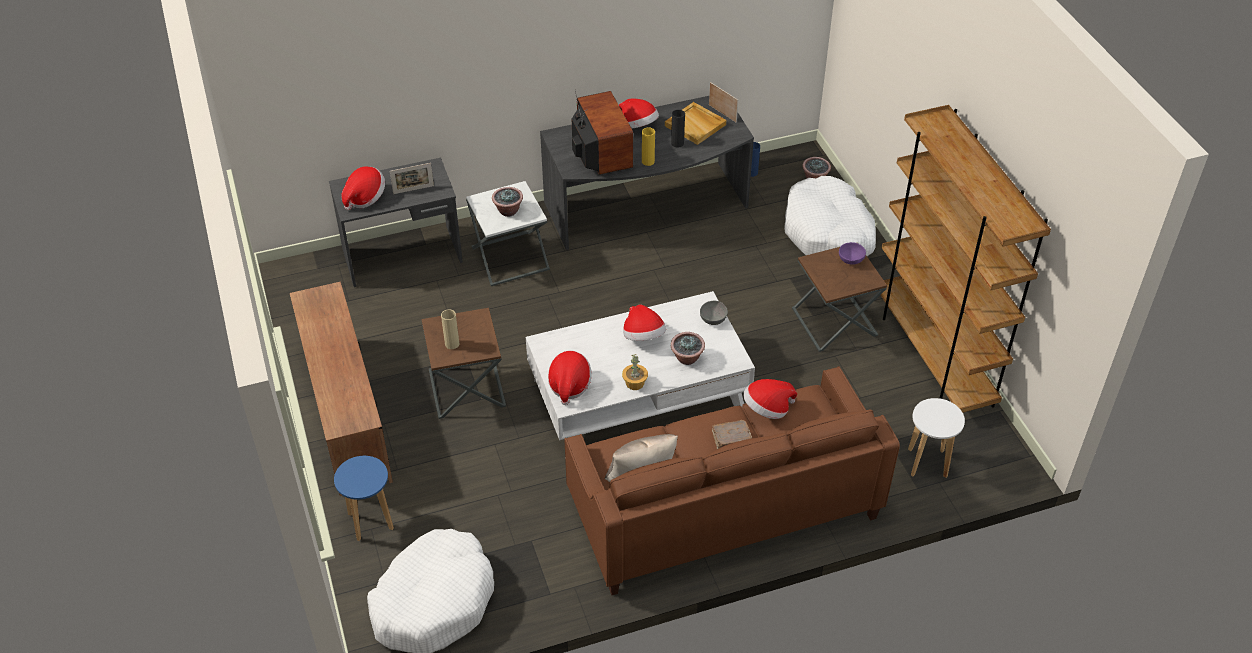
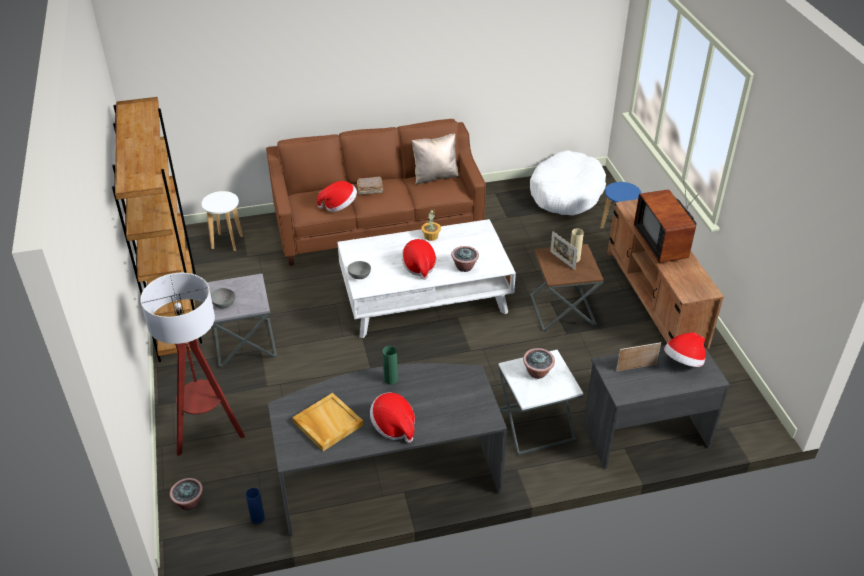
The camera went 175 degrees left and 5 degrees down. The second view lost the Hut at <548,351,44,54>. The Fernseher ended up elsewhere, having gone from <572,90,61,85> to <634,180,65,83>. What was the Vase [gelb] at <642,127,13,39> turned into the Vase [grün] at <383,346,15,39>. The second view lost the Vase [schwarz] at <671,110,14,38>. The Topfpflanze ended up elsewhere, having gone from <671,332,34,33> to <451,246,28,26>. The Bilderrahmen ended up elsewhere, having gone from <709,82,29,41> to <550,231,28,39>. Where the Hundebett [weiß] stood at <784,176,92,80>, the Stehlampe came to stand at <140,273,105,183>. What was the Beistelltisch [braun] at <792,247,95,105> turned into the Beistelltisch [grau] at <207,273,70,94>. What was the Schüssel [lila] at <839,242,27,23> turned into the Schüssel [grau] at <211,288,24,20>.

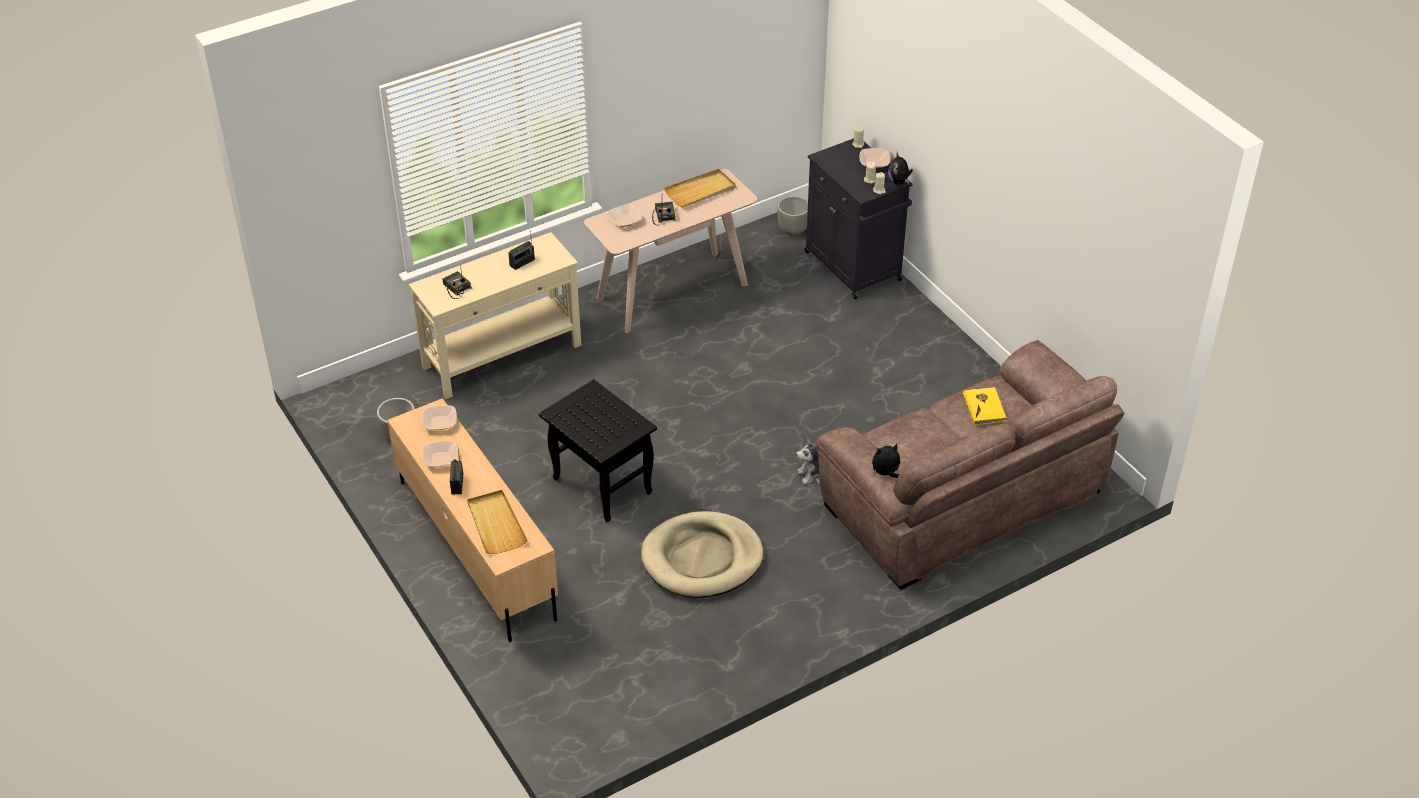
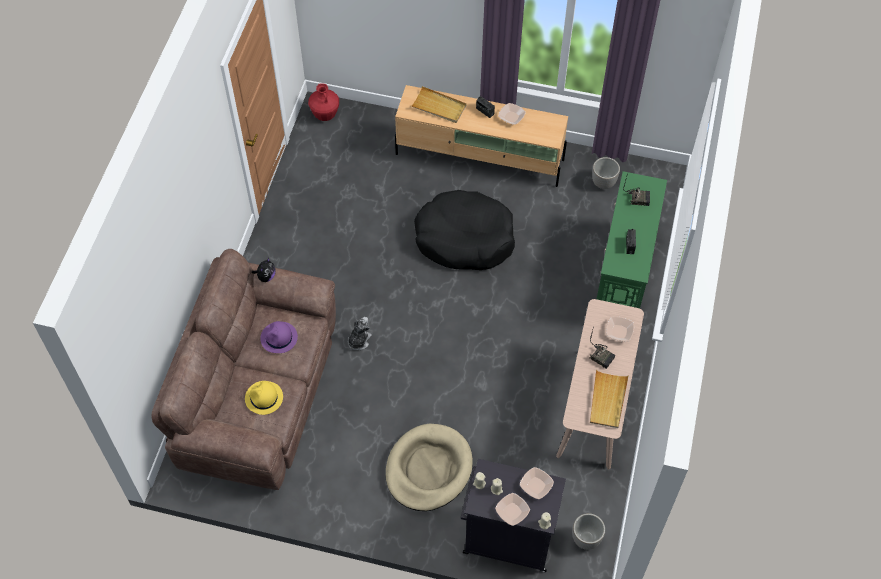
The camera went 135 degrees right and 15 degrees up. What was the Konsolentisch [beige] at <409,232,172,167> turned into the Konsolentisch [grün] at <597,171,70,137>. The Schüssel ended up elsewhere, having gone from <422,405,35,25> to <520,467,34,32>. Where the Beistelltisch [schwarz] stood at <539,379,118,143>, the Hundebett [schwarz] came to stand at <414,190,101,80>. The Hundebett [beige] ended up elsewhere, having gone from <641,511,123,87> to <386,423,87,88>. The second view lost the Plüschtier at <888,151,25,34>. Where the Buch [gelb] stood at <963,387,44,38>, the Hut [gelb] came to stand at <245,381,38,34>. The second view gained the Hut [lila] at <260,321,38,32>. The second view gained the Vase [rot] at <308,83,31,38>.

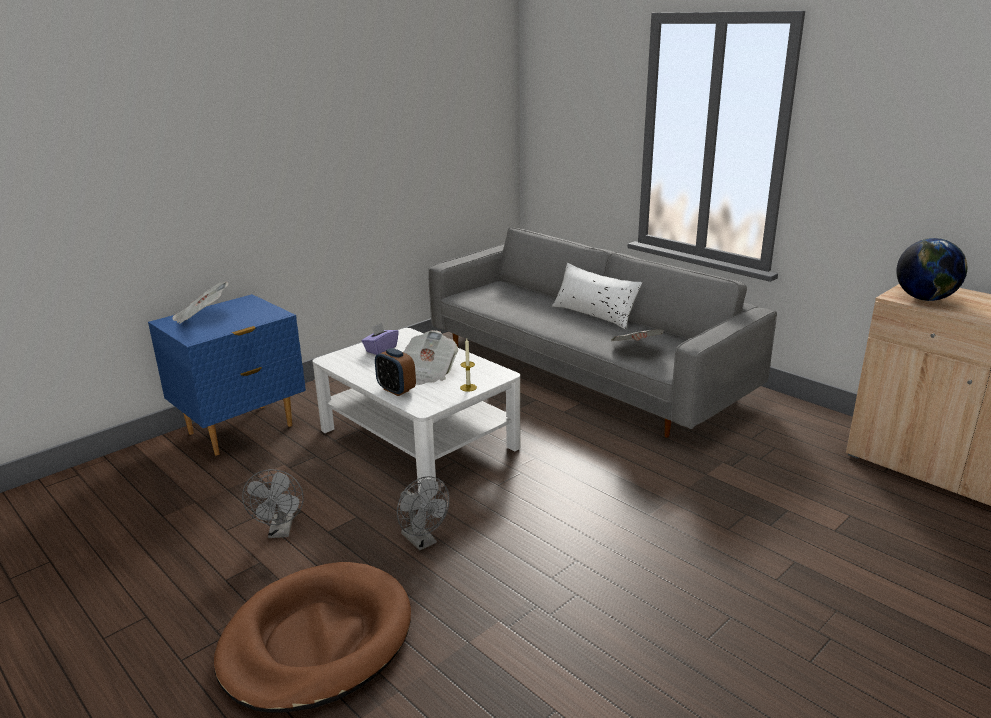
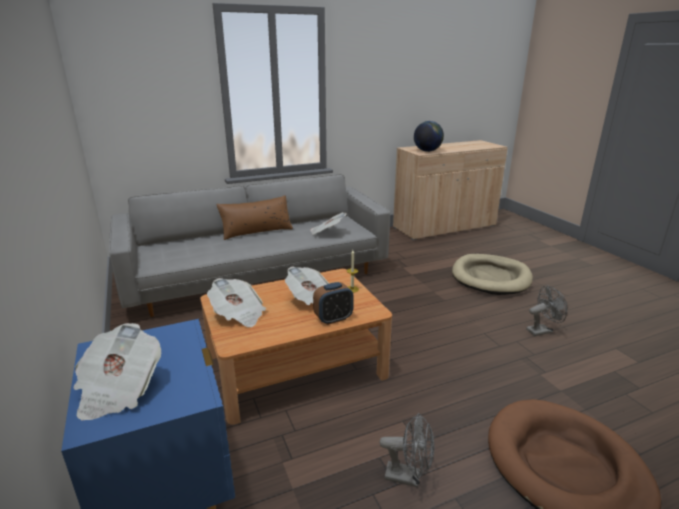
The camera went 70 degrees left and 0 degrees up. What was the Couchtisch [weiß] at <312,328,208,165> turned into the Couchtisch [braun] at <200,269,192,156>. Where the Taschentuchbox [lila] stood at <362,323,37,32>, the Zeitung came to stand at <207,278,59,49>. The Ventilator [grau] ended up elsewhere, having gone from <397,476,52,75> to <526,286,41,50>. What was the Kissen [weiß] at <552,263,90,67> turned into the Kissen [braun] at <216,195,77,45>. The second view gained the Hundebett [beige] at <452,254,81,41>.

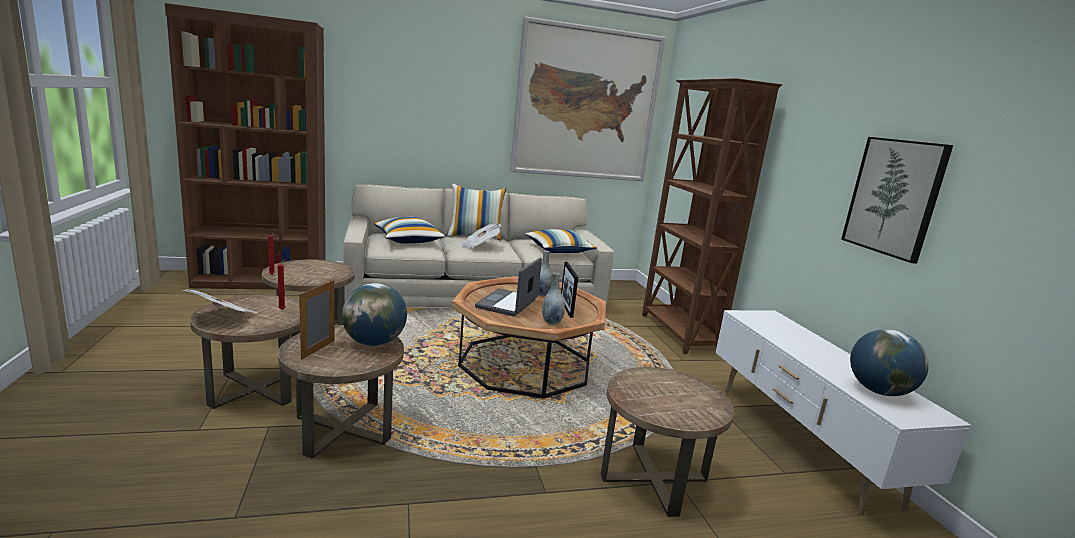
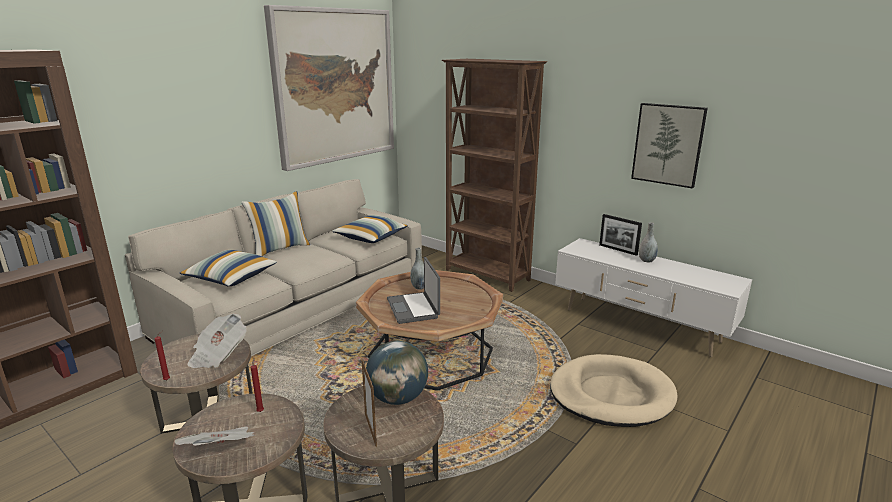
The camera went 35 degrees left and 5 degrees up. The Zeitung ended up elsewhere, having gone from <459,224,42,24> to <187,314,60,54>. The Vase [grau] ended up elsewhere, having gone from <542,273,23,51> to <639,222,19,41>. The Bilderrahmen ended up elsewhere, having gone from <561,262,17,56> to <599,214,43,42>. Where the Beistelltisch [braun] stood at <601,367,133,150>, the Hundebett [beige] came to stand at <550,354,127,73>. The second view lost the Globus at <850,329,79,67>.

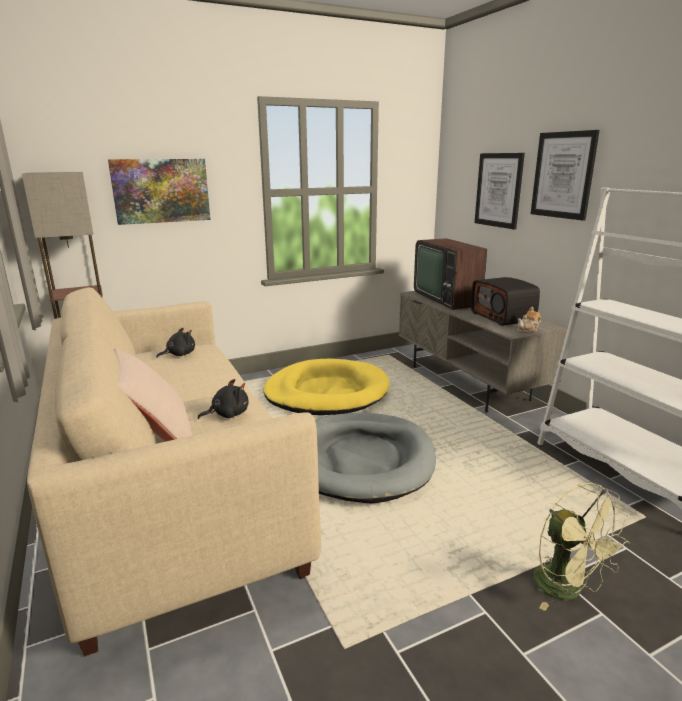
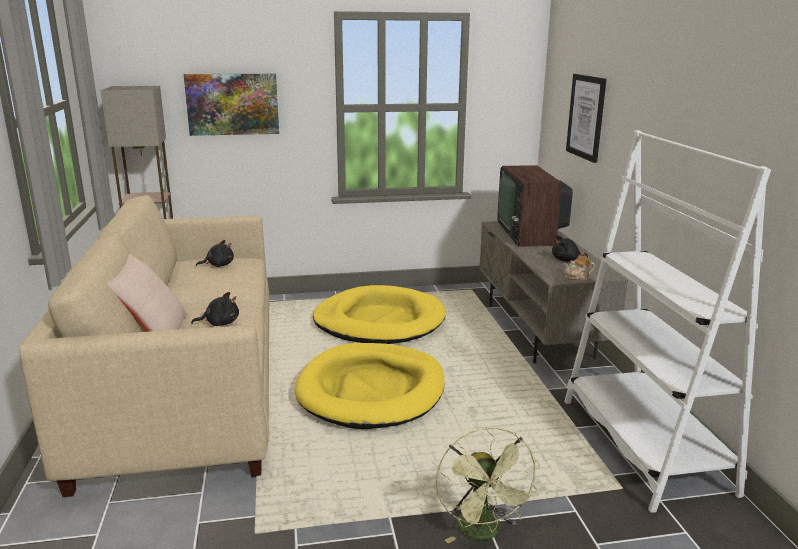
The camera went 15 degrees right and 0 degrees up. What was the Hundebett [grau] at <315,413,121,90> turned into the Hundebett [gelb] at <295,343,150,86>. Where the Radio stood at <471,277,69,49>, the Plüschtier [schwarz] came to stand at <552,235,36,26>. The second view lost the Bild at <531,130,69,91>.

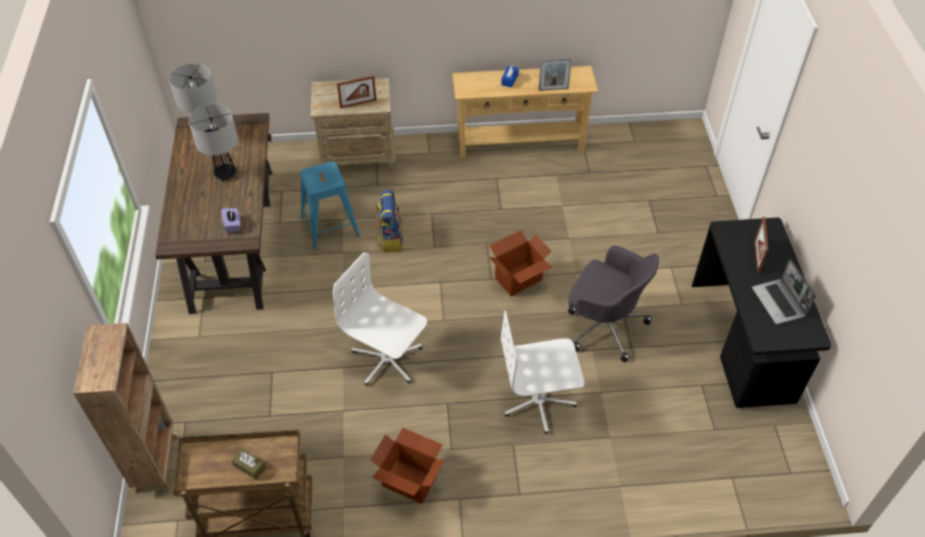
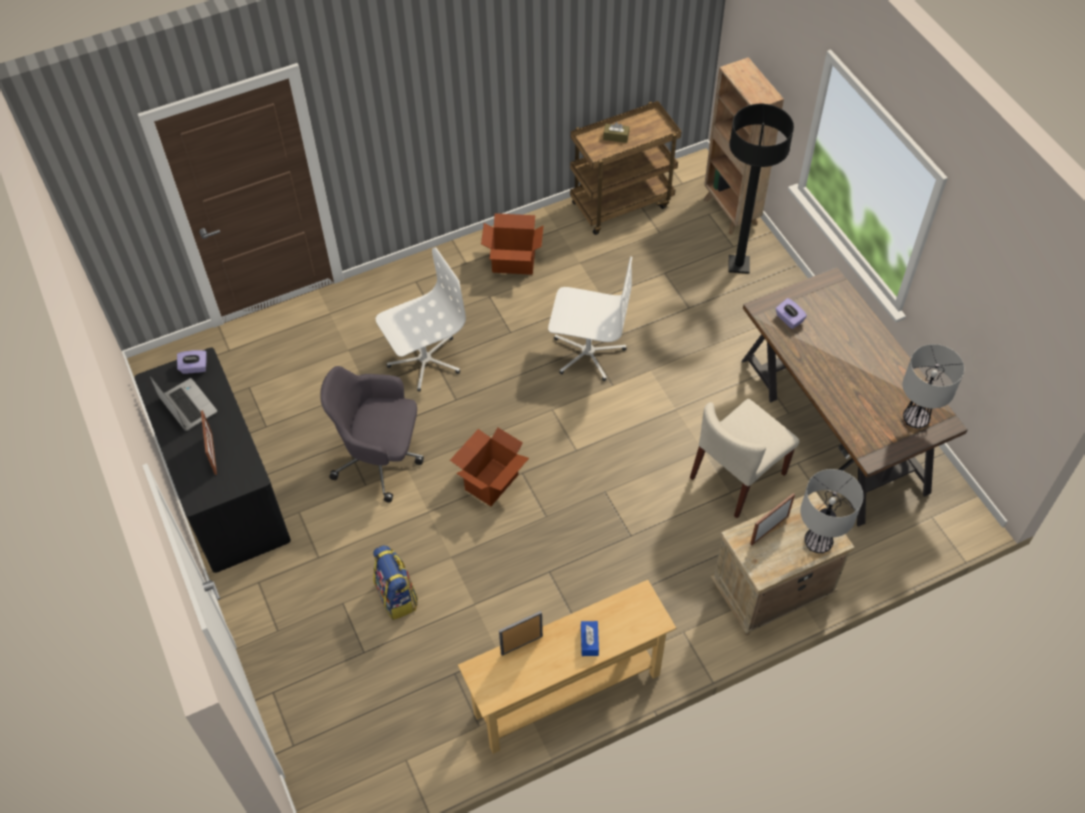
The camera went 160 degrees right and 5 degrees up. The Tischlampe ended up elsewhere, having gone from <189,104,49,77> to <800,469,63,84>. Where the Hocker [blau] stood at <300,162,60,88>, the Stuhl [beige] came to stand at <690,399,110,119>. The Rucksack ended up elsewhere, having gone from <376,190,27,62> to <373,545,45,75>. The second view gained the Taschentuchbox [lila] at <177,350,30,24>. The second view gained the Stehlampe [schwarz] at <728,104,66,170>.

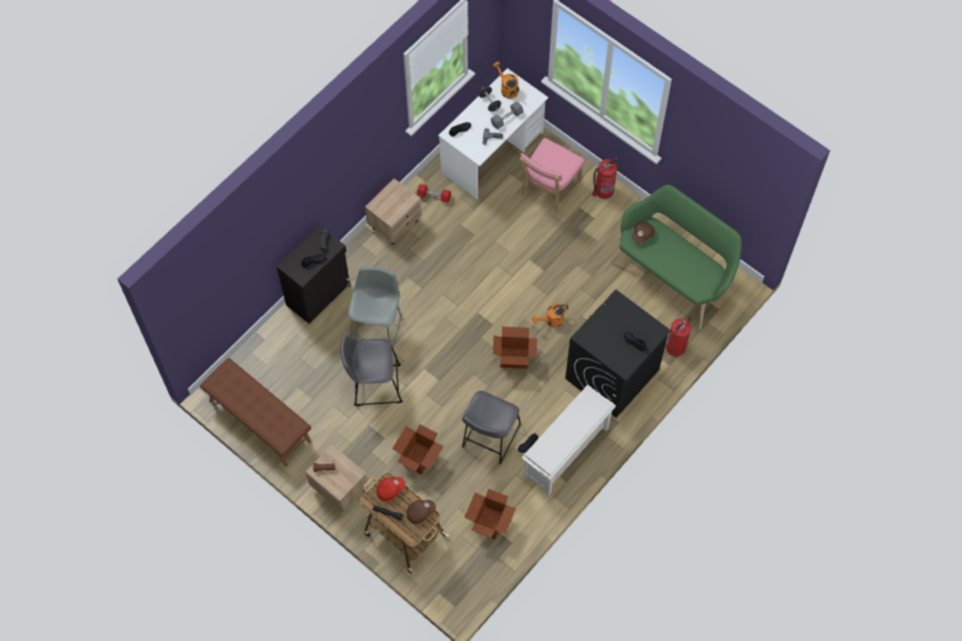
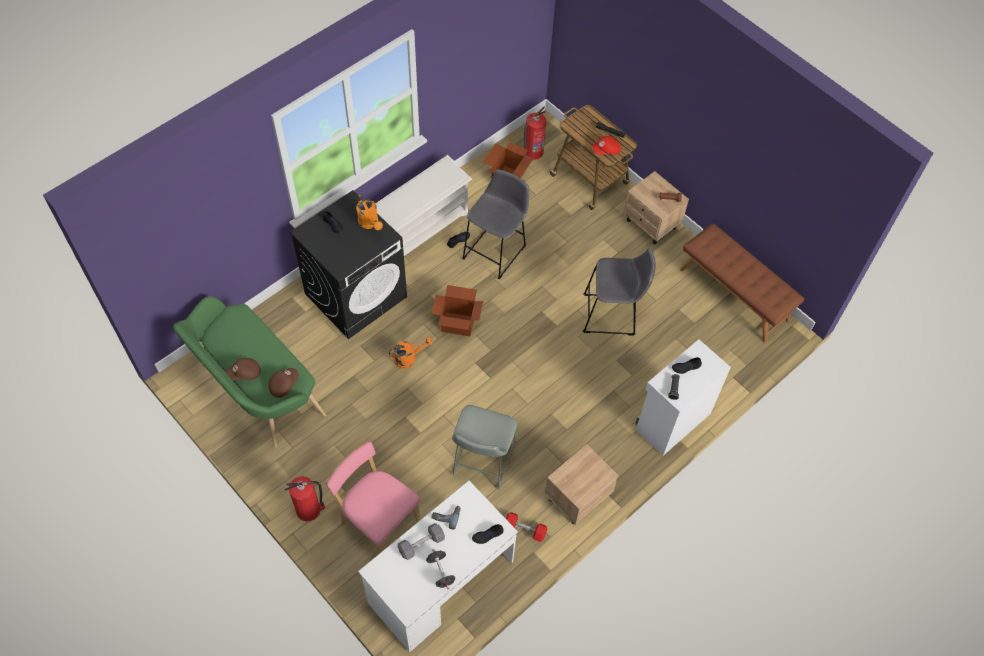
The camera went 175 degrees left and 5 degrees down. What was the Schrank [schwarz] at <276,225,75,99> turned into the Schrank [weiß] at <635,339,96,117>. The Hocker [grau] ended up elsewhere, having gone from <348,267,54,88> to <452,405,65,84>. The second view lost the Karton at <392,424,52,51>. The Kappe [braun] ended up elsewhere, having gone from <407,500,29,24> to <226,358,35,22>. The Gießkanne [orange] ended up elsewhere, having gone from <493,62,26,37> to <356,194,27,36>. The Stuhl [rosa] at <520,138,65,75> ended up facing another way, 90 degrees counterclockwise from before. The Feuerlöscher ended up elsewhere, having gone from <666,316,25,41> to <524,106,22,54>.

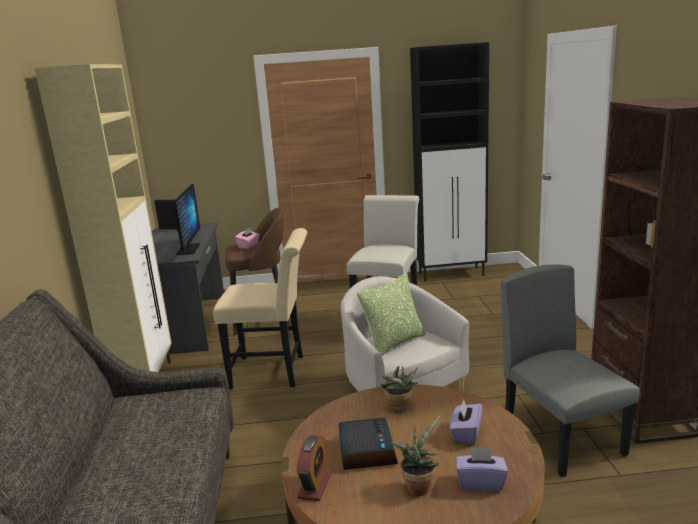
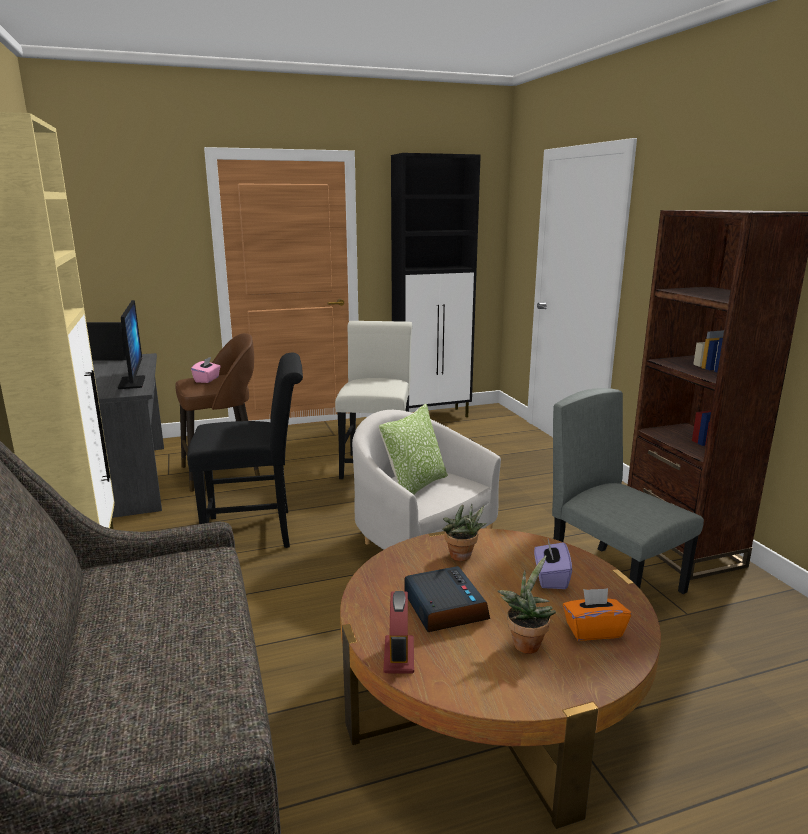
The camera went 15 degrees left and 0 degrees up. What was the Stuhl [beige] at <213,228,94,161> turned into the Stuhl [schwarz] at <187,353,116,195>. What was the Taschentuchbox [lila] at <456,447,52,44> turned into the Taschentuchbox [orange] at <563,588,68,53>.

